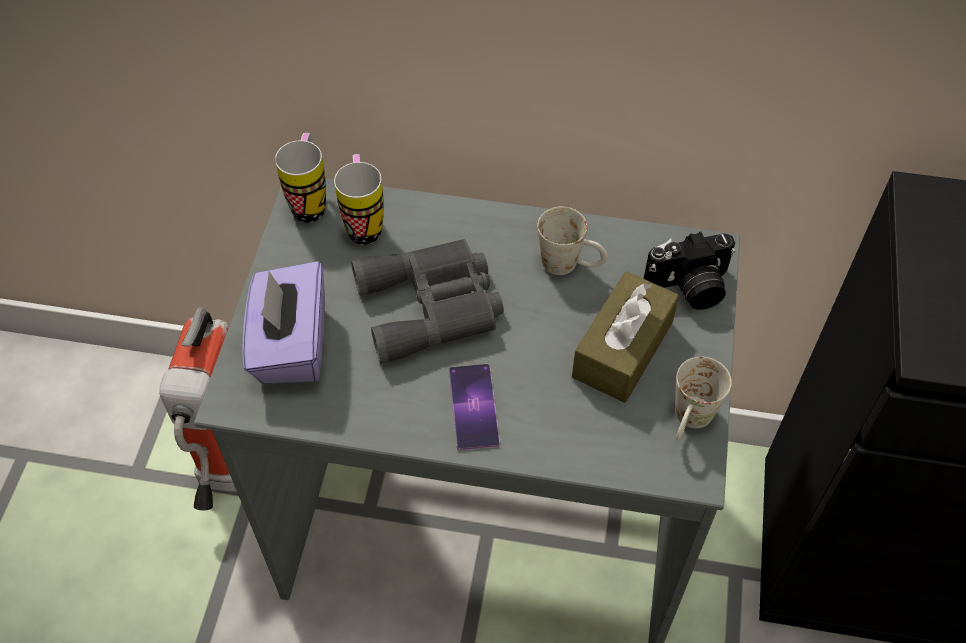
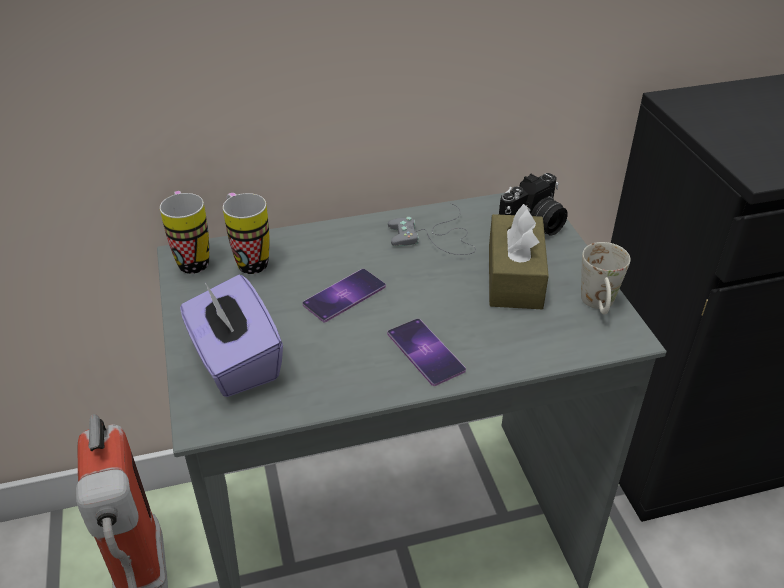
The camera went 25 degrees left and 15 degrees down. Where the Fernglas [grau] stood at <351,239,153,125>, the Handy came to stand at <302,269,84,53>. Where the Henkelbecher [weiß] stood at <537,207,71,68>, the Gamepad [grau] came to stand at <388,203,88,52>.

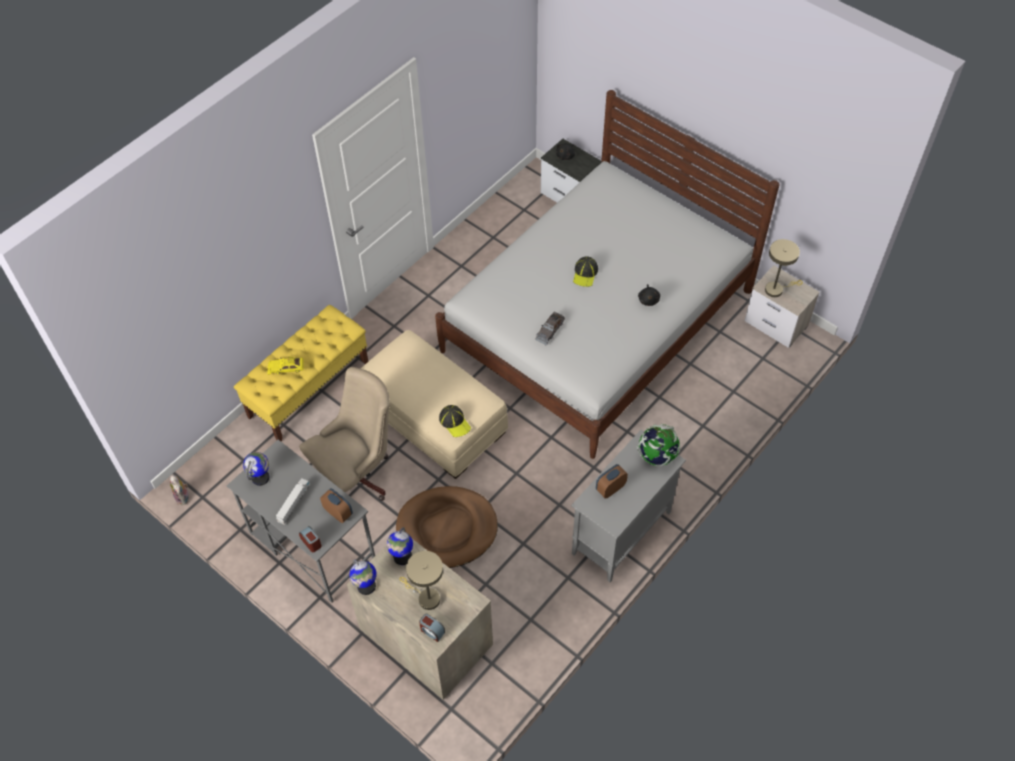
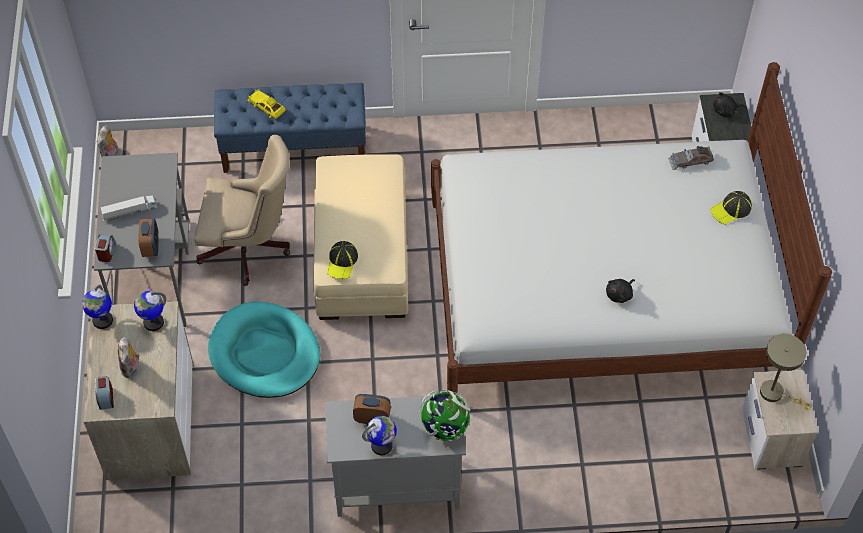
The camera went 45 degrees right and 0 degrees up. What was the Bank [gelb] at <234,305,135,137> turned into the Bank [blau] at <214,83,152,90>. The Globus ended up elsewhere, having gone from <243,452,26,34> to <362,415,35,40>. What was the Hundebett [braun] at <396,486,102,82> turned into the Hundebett [türkis] at <208,302,112,96>. Where the Tischlampe [beige] stood at <399,551,44,59>, the Plüschtier came to stand at <118,337,22,41>. The Spielzeugauto [grau] ended up elsewhere, having gone from <535,311,30,34> to <668,146,46,24>. The Kappe ended up elsewhere, having gone from <573,256,25,31> to <711,191,41,34>.

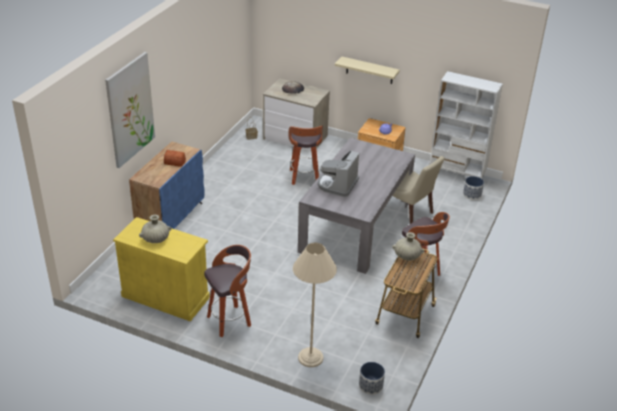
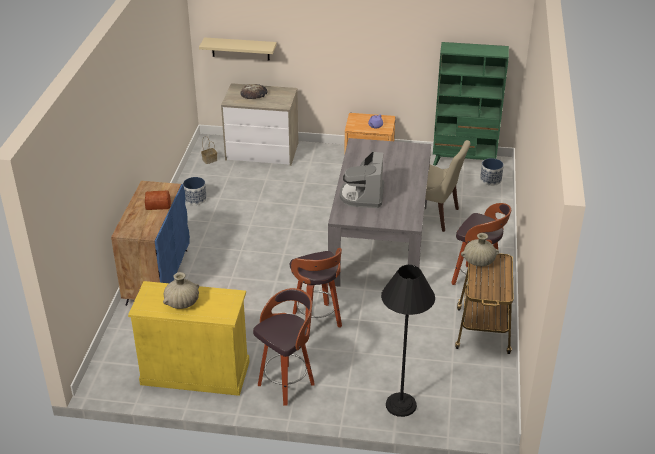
The camera went 15 degrees left and 0 degrees up. The second view lost the Bild at <105,52,50,116>. The Hocker ended up elsewhere, having gone from <289,125,34,60> to <290,248,52,84>. What was the Stehlampe [beige] at <293,243,44,124> turned into the Stehlampe [schwarz] at <381,265,54,152>. The Wandregal [beige] ended up elsewhere, having gone from <335,56,65,28> to <199,37,78,23>. The Pflanzkübel ended up elsewhere, having gone from <359,362,26,33> to <183,177,24,28>. What was the Bücherregal [weiß] at <429,71,74,107> turned into the Bücherregal [grün] at <433,42,76,124>.

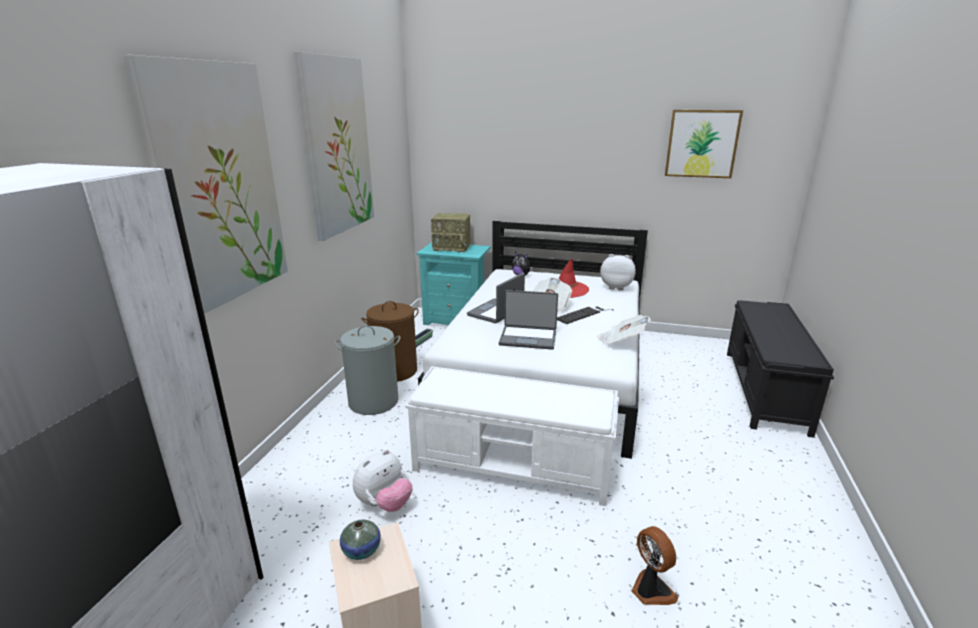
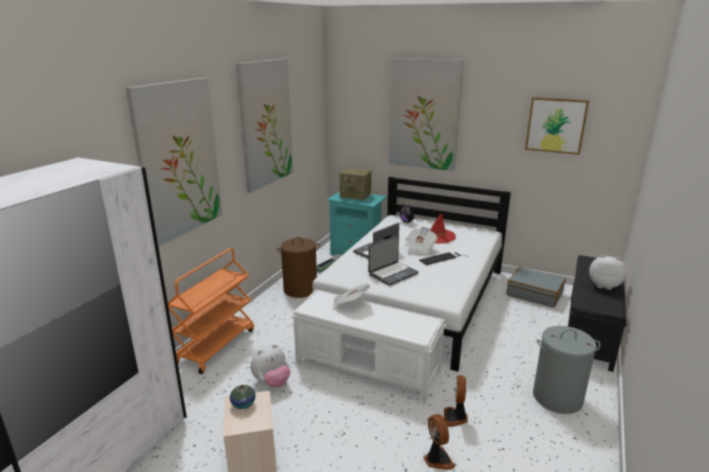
The camera went 10 degrees right and 0 degrees up. The Wäschekorb [grau] ended up elsewhere, having gone from <334,325,67,90> to <533,326,67,88>. The Laptop at <499,290,59,60> ended up facing another way, 60 degrees counterclockwise from before. The Zeitung ended up elsewhere, having gone from <597,315,54,30> to <333,283,37,23>. The Plüschtier ended up elsewhere, having gone from <600,254,36,36> to <589,255,38,35>. The second view gained the Rollwagen [orange] at <168,248,86,126>. The second view gained the Bild at <388,58,76,113>. The second view gained the Ventilator at <444,375,24,52>. The second view gained the Koffer [grau] at <506,267,60,41>.

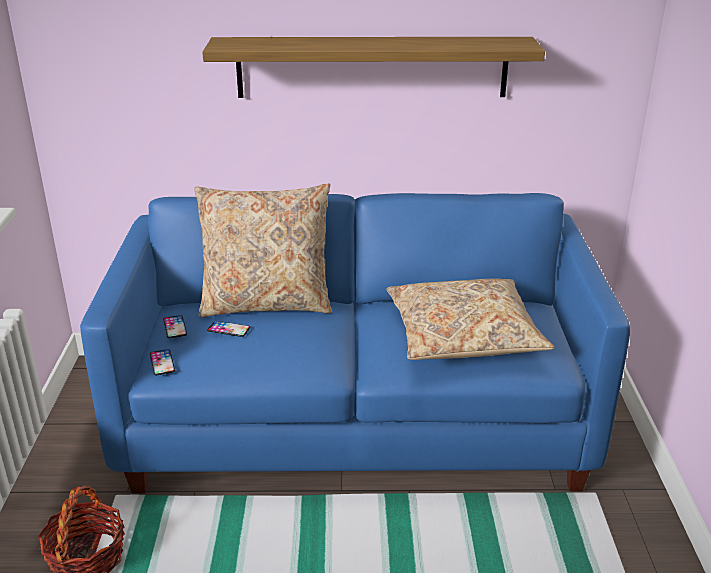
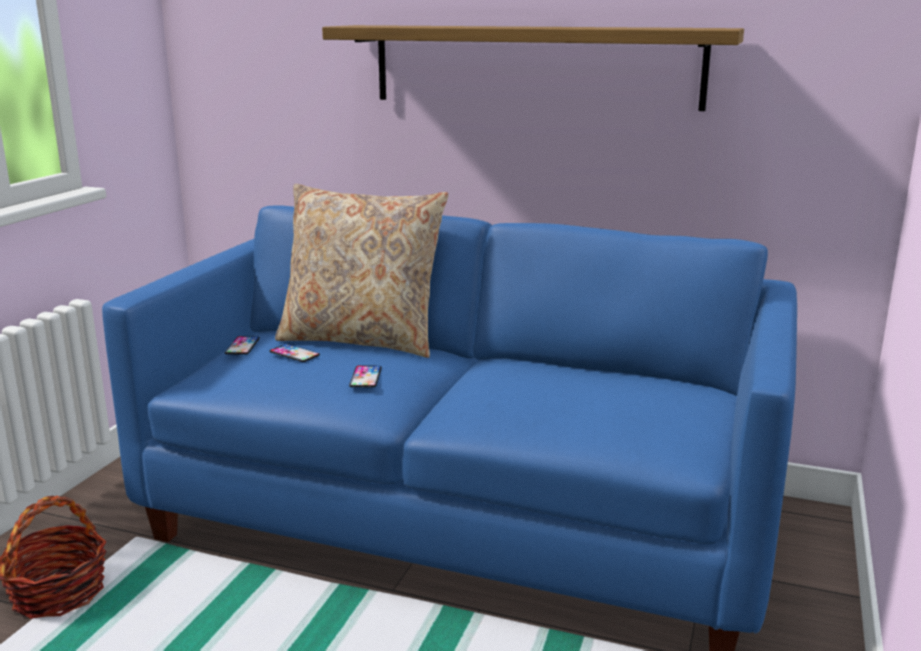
The camera went 20 degrees right and 10 degrees down. The Handy ended up elsewhere, having gone from <150,349,25,26> to <349,365,33,22>. The second view lost the Kissen [beige] at <386,278,169,82>.

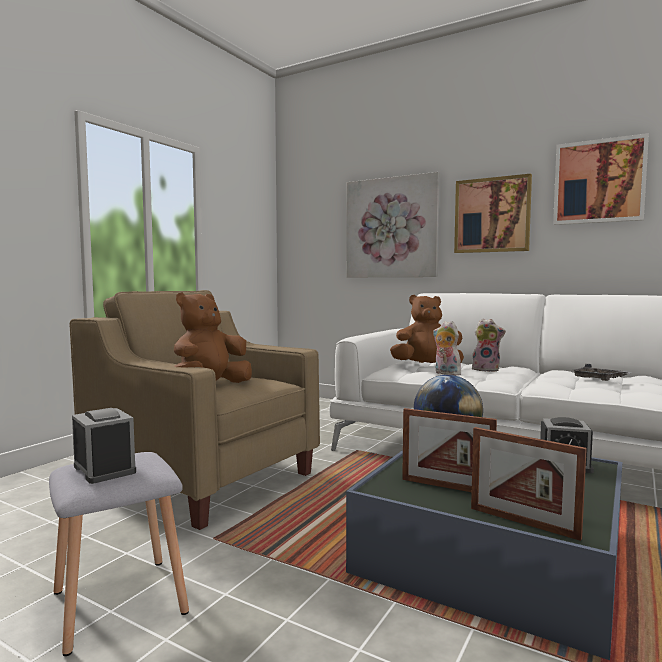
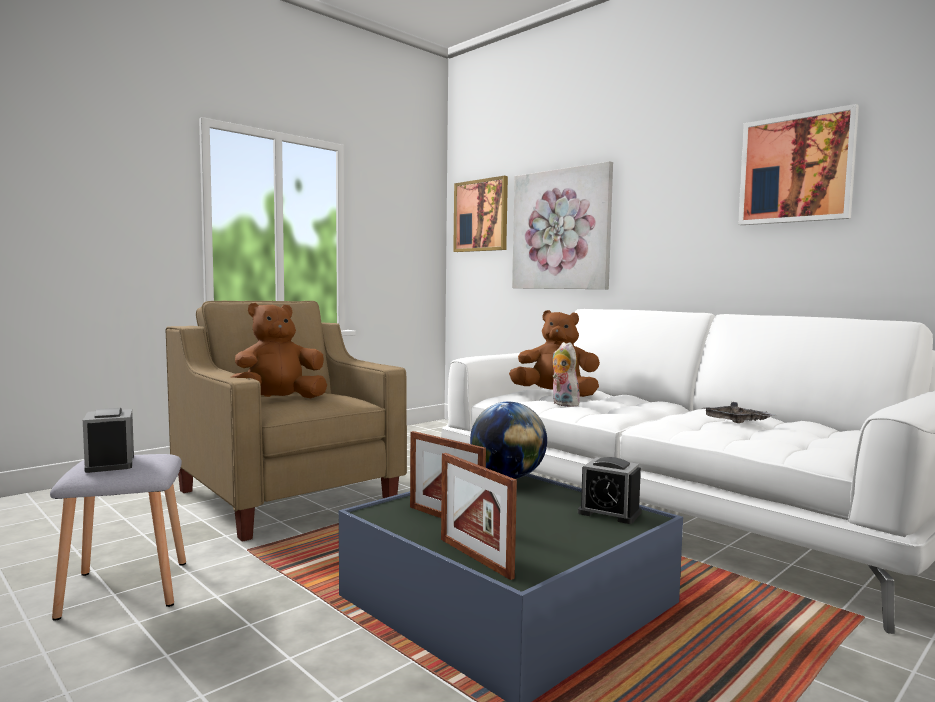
The camera went 15 degrees right and 0 degrees up. The Bild ended up elsewhere, having gone from <454,174,78,79> to <453,176,55,76>. The second view lost the Plüschtier at <472,319,34,53>.

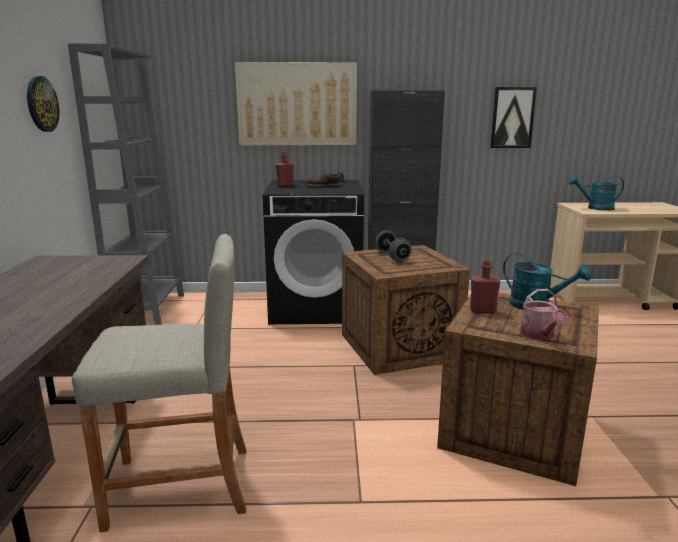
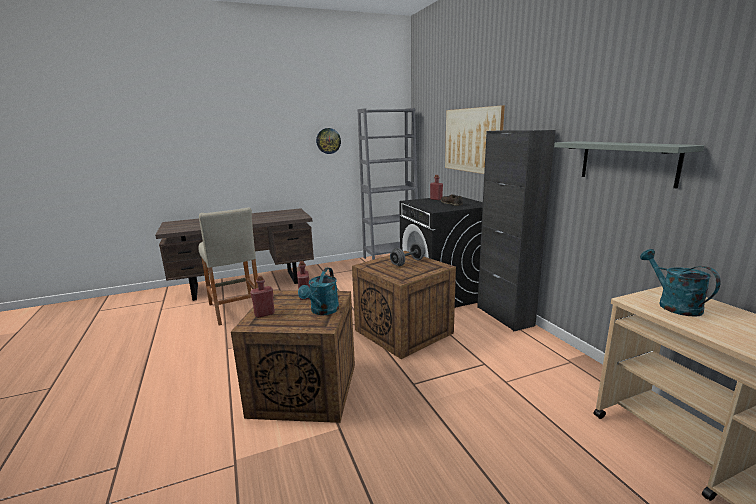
The camera went 70 degrees right and 0 degrees up. Where the Bild hung at <490,87,47,61>, the Wandregal [grau] came to hang at <554,141,150,48>. Where the Gießkanne stood at <521,289,47,51>, the Flasche [rot] came to stand at <250,276,25,42>.

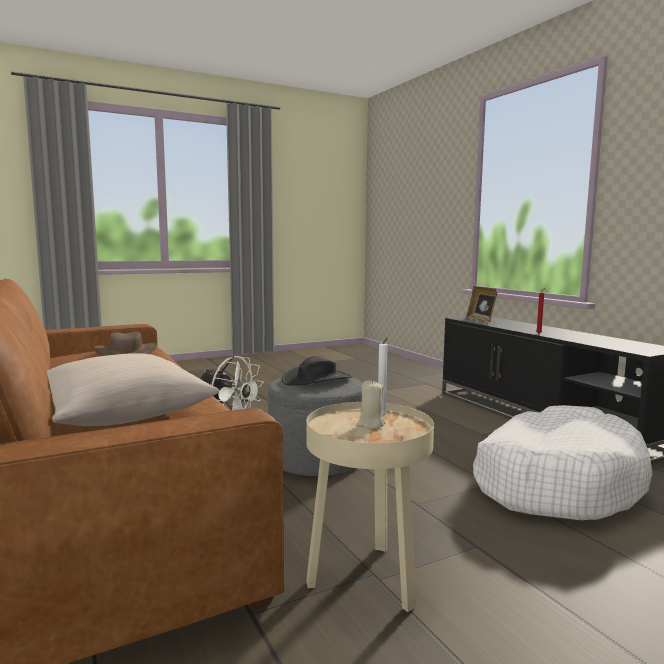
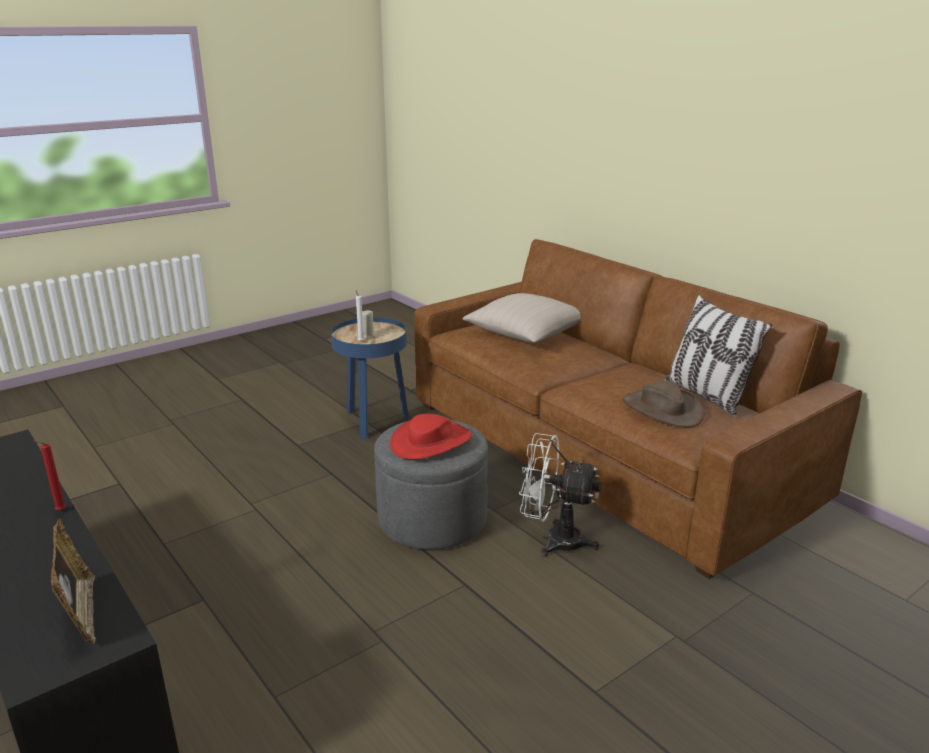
The camera went 170 degrees right and 15 degrees up. What was the Hut [schwarz] at <282,356,70,30> turned into the Hut [rot] at <390,414,82,45>. What was the Beistelltisch [beige] at <306,402,128,210> turned into the Beistelltisch [blau] at <331,317,78,122>. The second view lost the Hundebett [weiß] at <473,405,179,115>. The second view gained the Kissen at <664,295,108,121>.

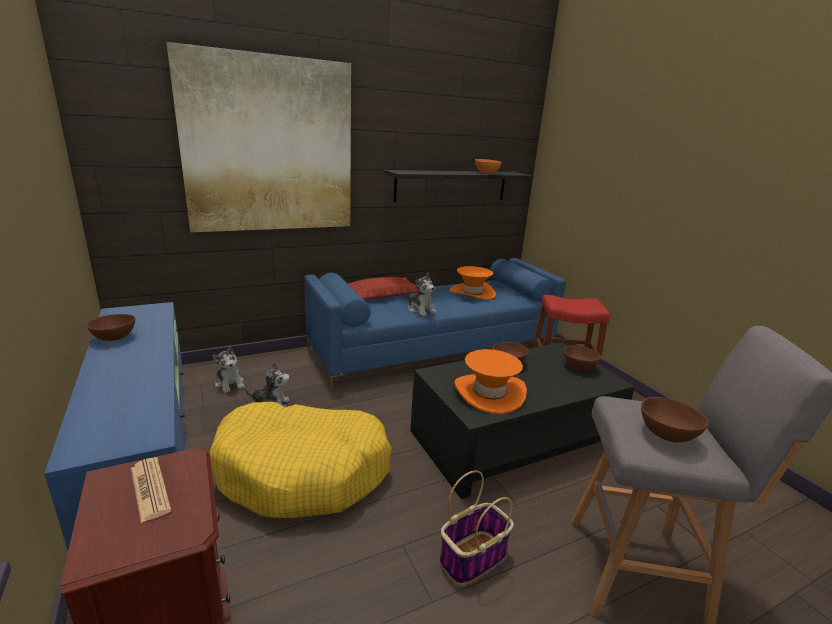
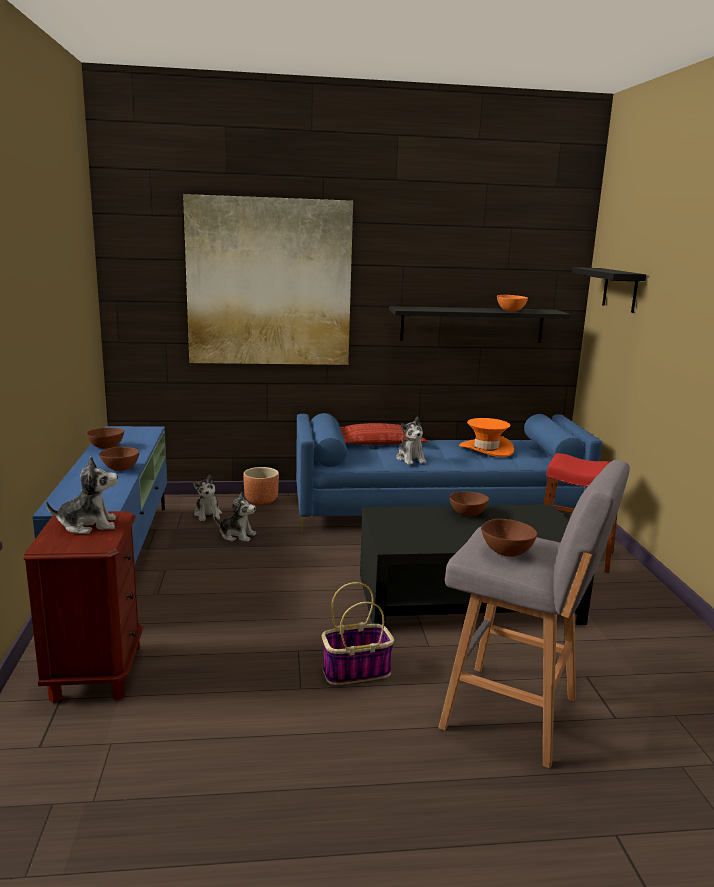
The camera went 20 degrees right and 5 degrees down. Where the Zeitung stood at <131,457,40,66>, the Plüschtier came to stand at <46,456,72,78>. The second view lost the Hundebett [gelb] at <209,402,183,116>. The second view lost the Hut [orange] at <454,349,73,65>. The Schüssel [braun] ended up elsewhere, having gone from <564,345,37,25> to <99,447,40,24>. The second view gained the Pflanzkübel [braun] at <243,467,36,38>. The second view gained the Wandregal [schwarz] at <572,267,74,46>.

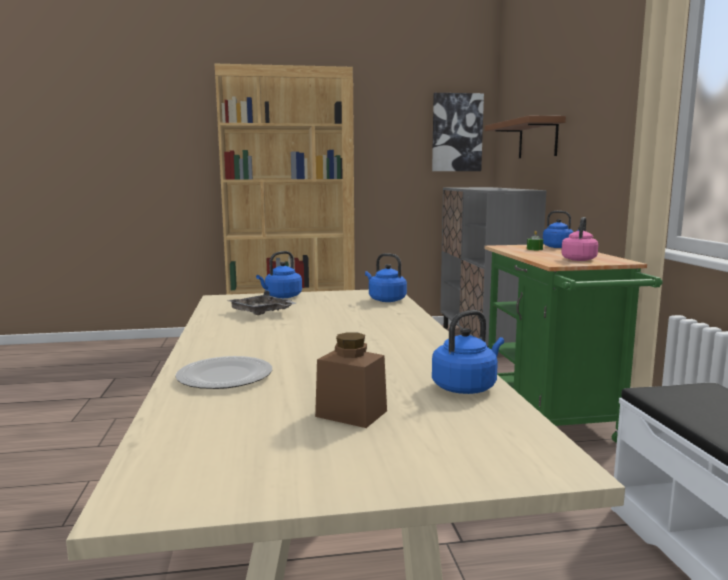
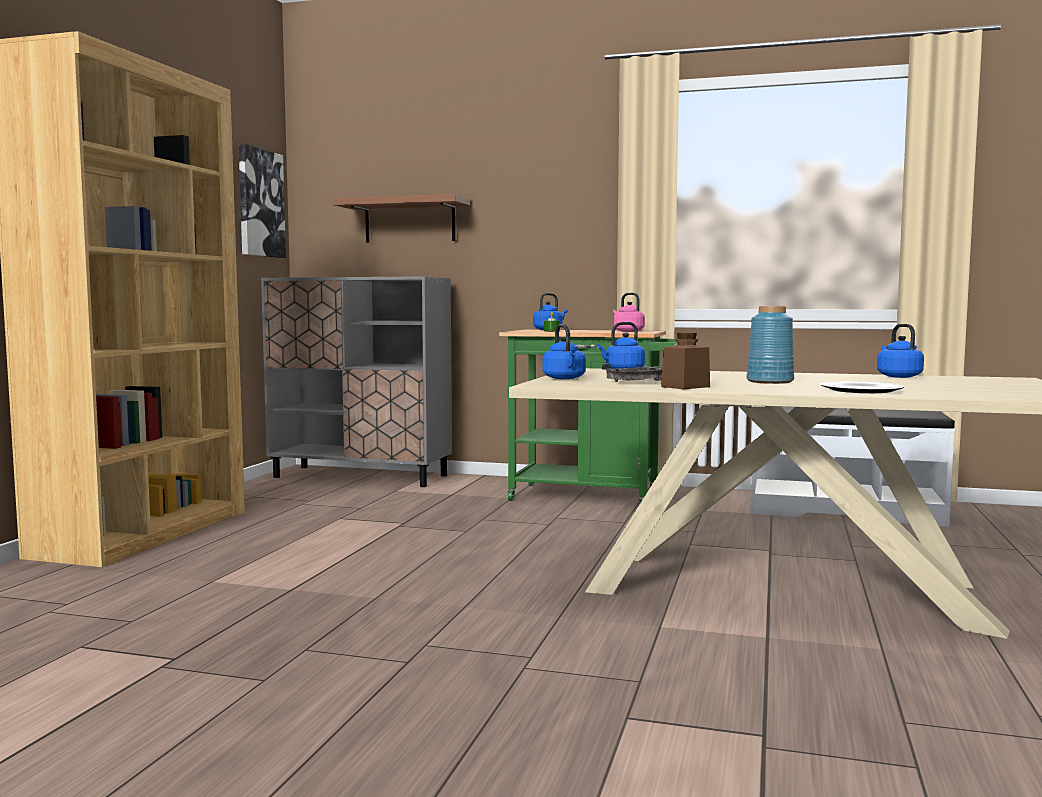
The camera went 65 degrees left and 5 degrees down. The Vorratsglas [braun] ended up elsewhere, having gone from <315,332,72,96> to <661,332,49,57>. The second view gained the Vase [blau] at <746,306,48,78>.

